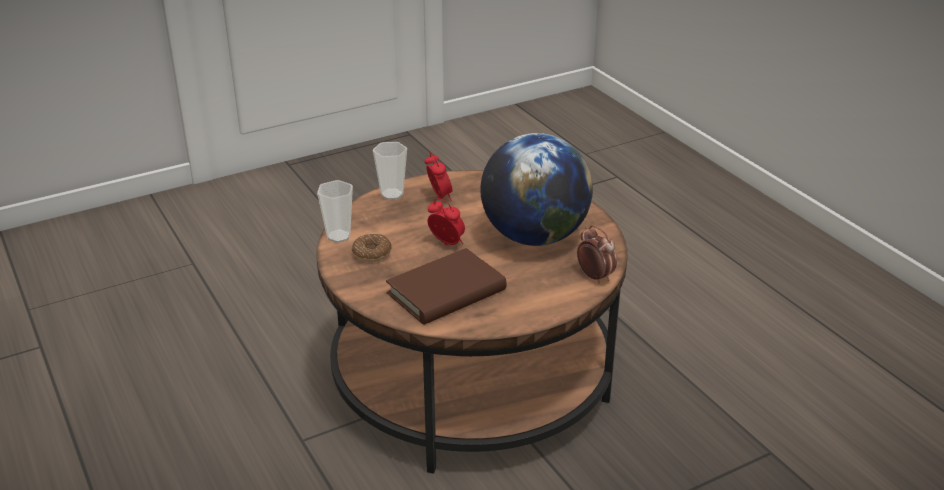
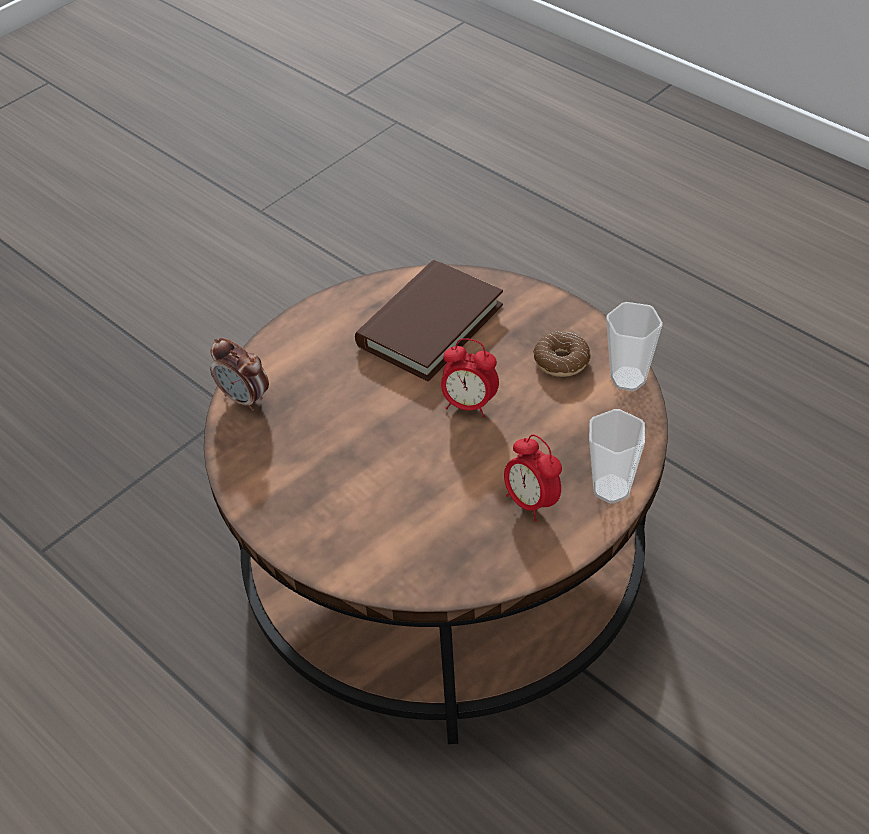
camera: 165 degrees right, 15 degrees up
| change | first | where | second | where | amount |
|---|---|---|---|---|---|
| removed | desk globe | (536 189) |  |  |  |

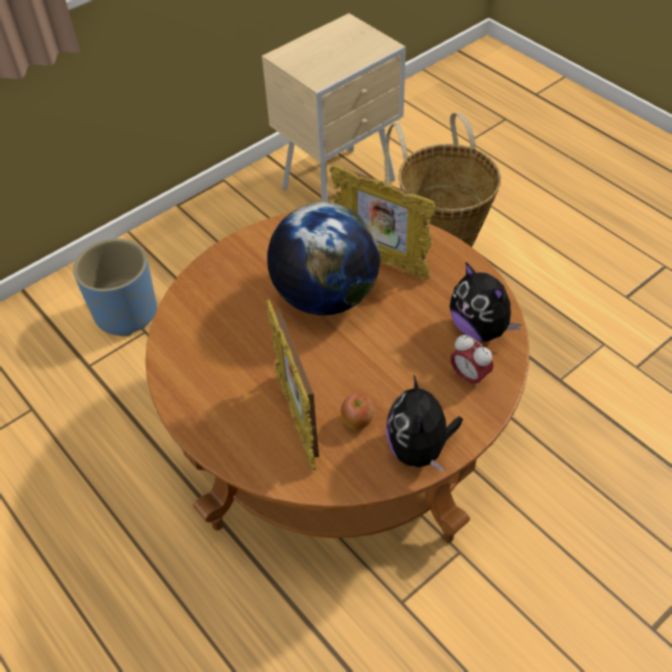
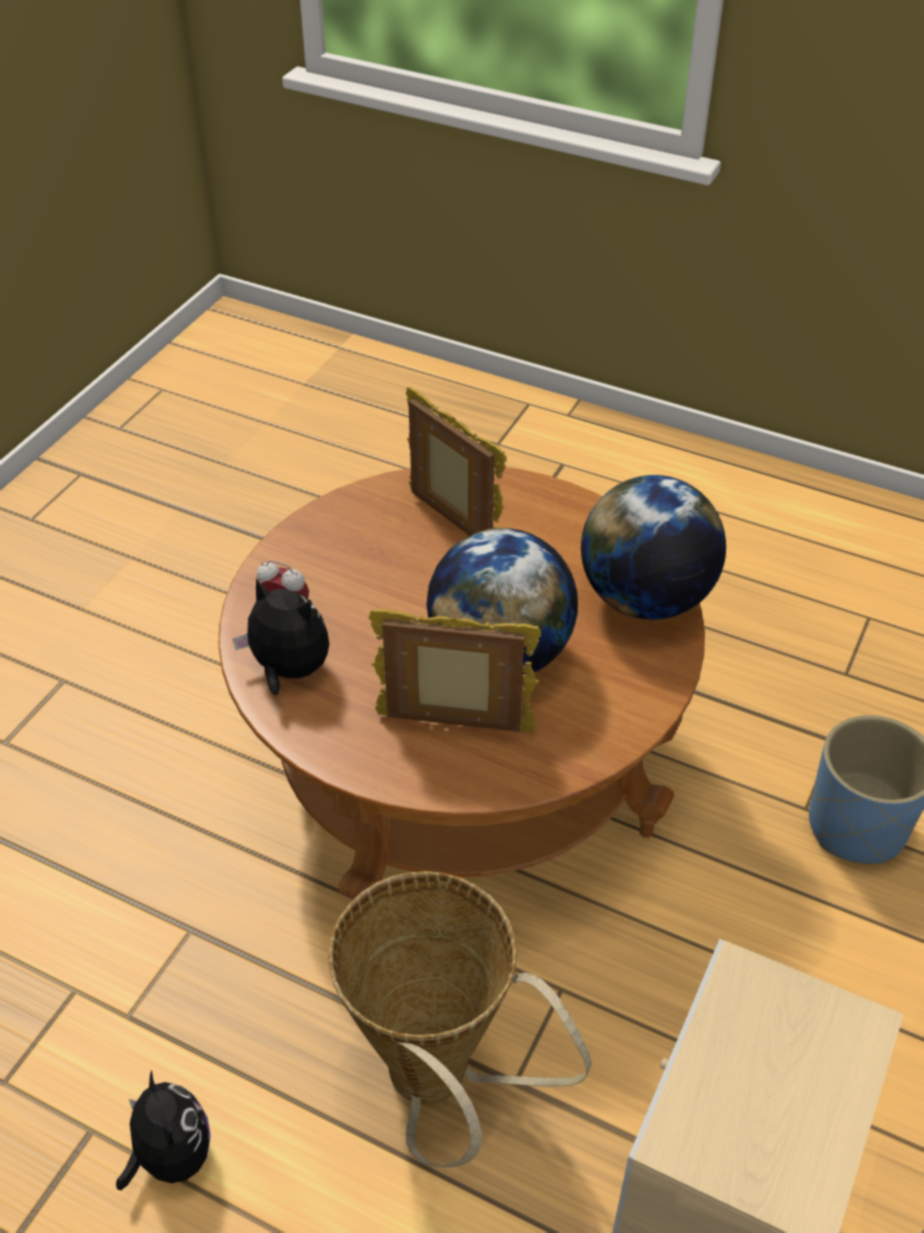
camera: 155 degrees right, 5 degrees down
| change | first | where | second | where | amount |
|---|---|---|---|---|---|
| moved | plush toy | (424 423) |  | (163 1130) |  |
| removed | apple | (357 412) |  |  |  |
| added |  |  | desk globe | (653 547) |  |

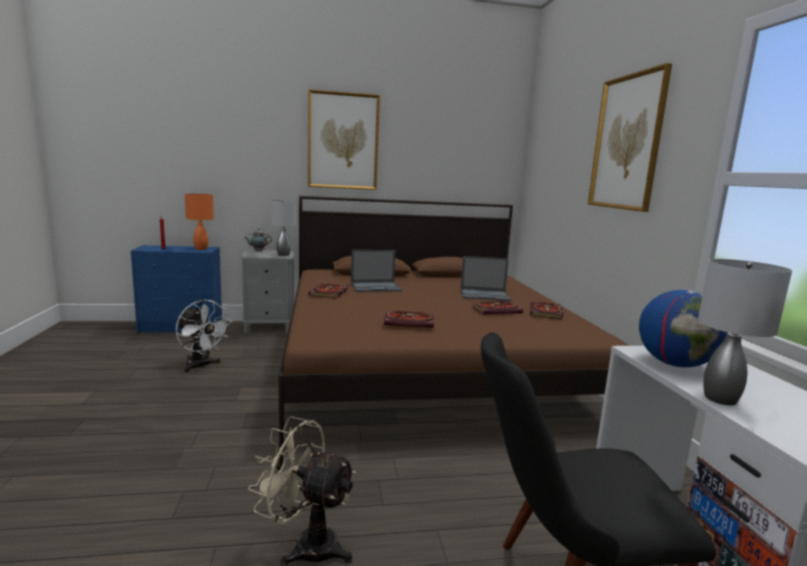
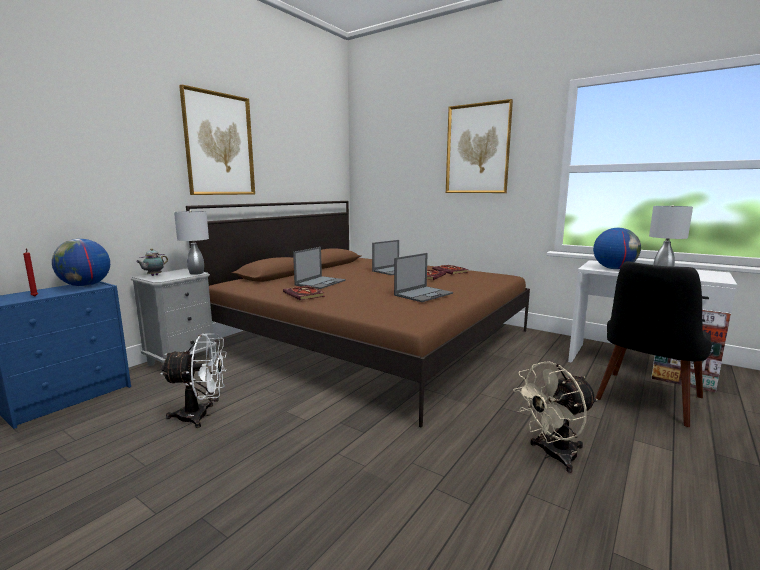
camera: 45 degrees left, 0 degrees up
| change | first | where | second | where | amount |
|---|---|---|---|---|---|
| replaced | orange lamp for a table | (199 222) | desk globe | (81 263) |  |
| replaced | volume | (409 319) | laptop | (423 277) |  |

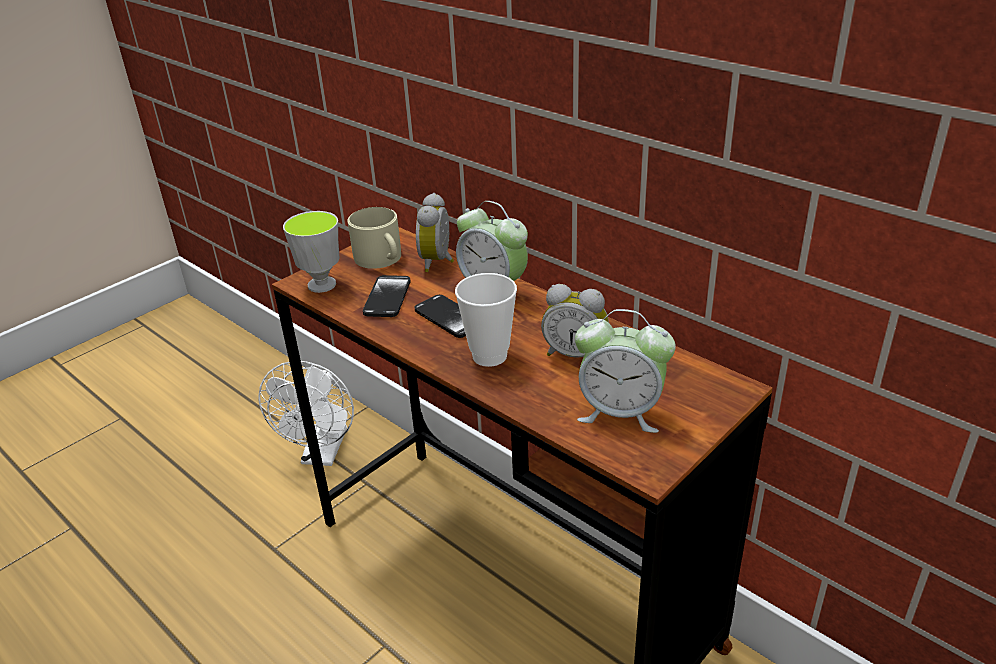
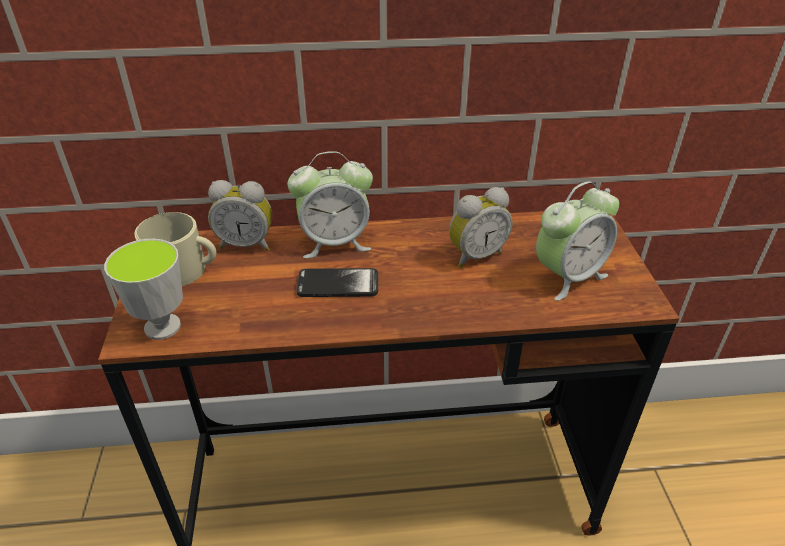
camera: 50 degrees left, 5 degrees up
| change | first | where | second | where | amount |
|---|---|---|---|---|---|
| turned | alarm clock | (435 232) |  | (240 215) | 45 degrees counterclockwise |
| removed | drinking cup | (486 320) |  |  |  |
| removed | telephone | (387 296) |  |  |  |
| removed | whitish fan | (306 413) |  |  |  |

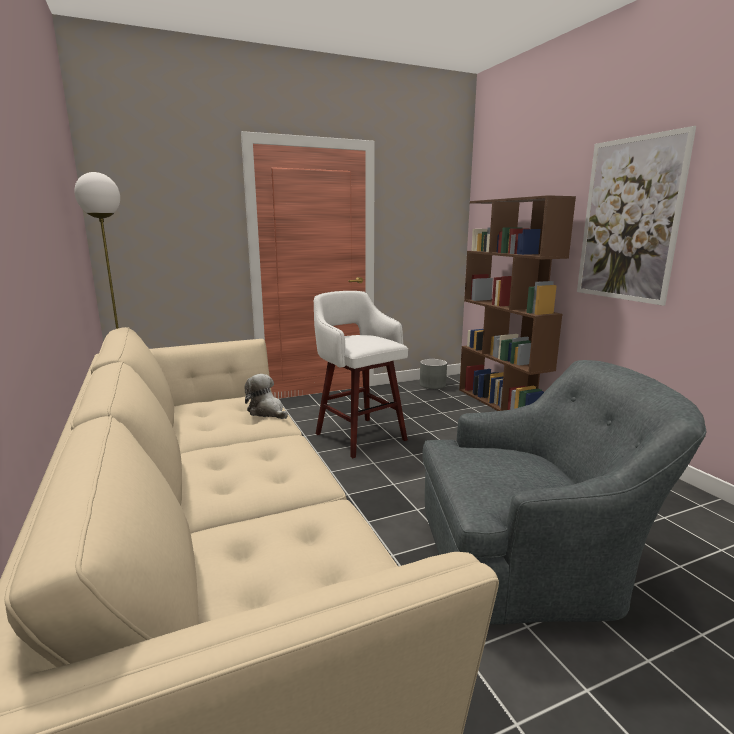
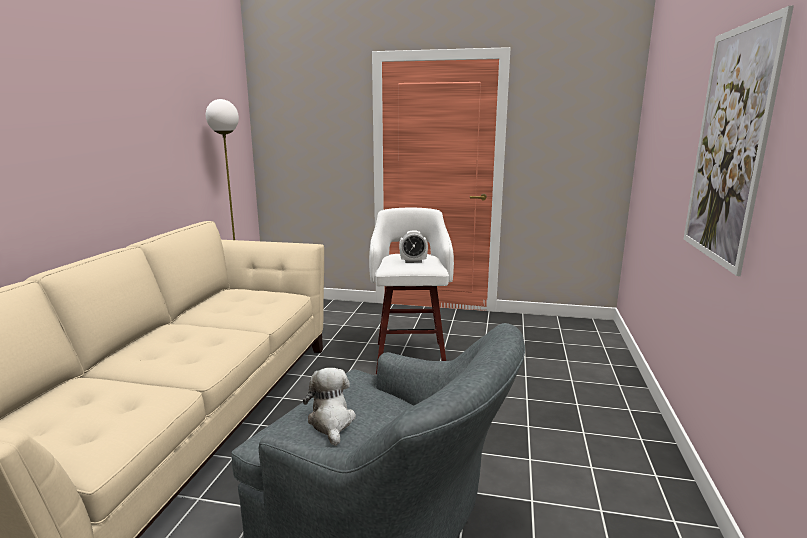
camera: 35 degrees right, 0 degrees up
| change | first | where | second | where | amount |
|---|---|---|---|---|---|
| removed | brownish shelving unit | (517 303) |  |  |  |
| removed | gray plant pot | (433 374) |  |  |  |
| moved | plush toy | (266 396) |  | (329 407) |  |
| added |  |  | alarm clock | (413 246) |  |

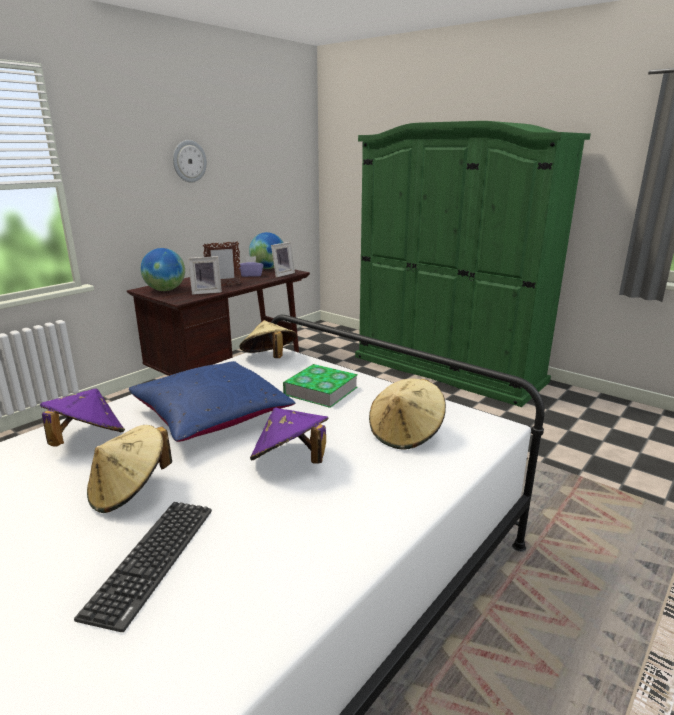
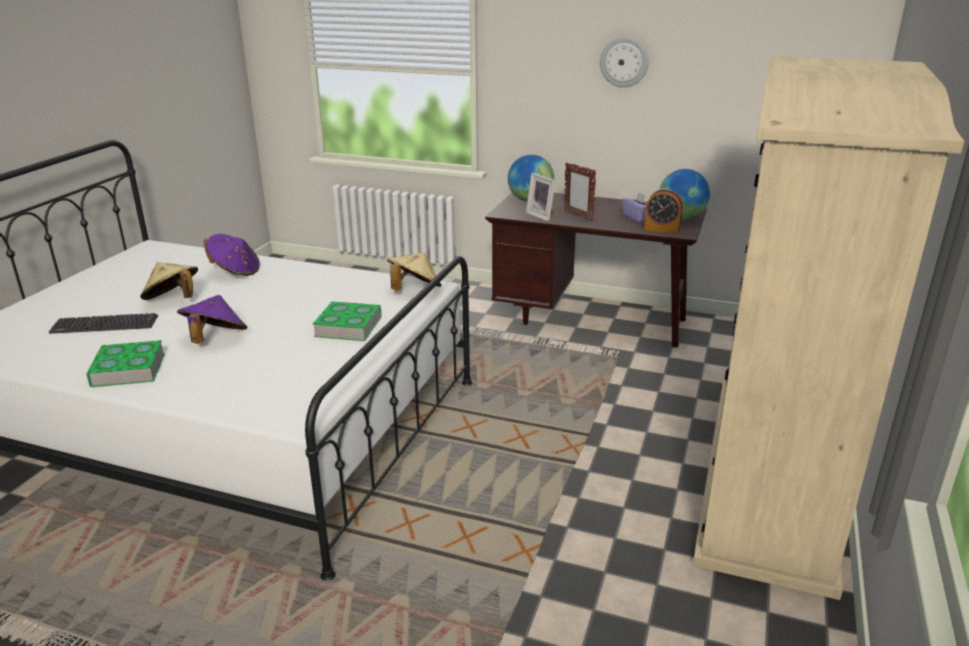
camera: 70 degrees right, 5 degrees up
| change | first | where | second | where | amount |
|---|---|---|---|---|---|
| recoloured | greenish armoire | (473 264) | sand-coloured armoire | (828 328) |  |
| replaced | standing frame | (283 259) | alarm clock | (663 211) |  |
| removed | blue cushion | (212 401) |  |  |  |
| removed | sand-coloured hat | (407 414) |  |  |  |
| added |  |  | volume | (125 363) |  |

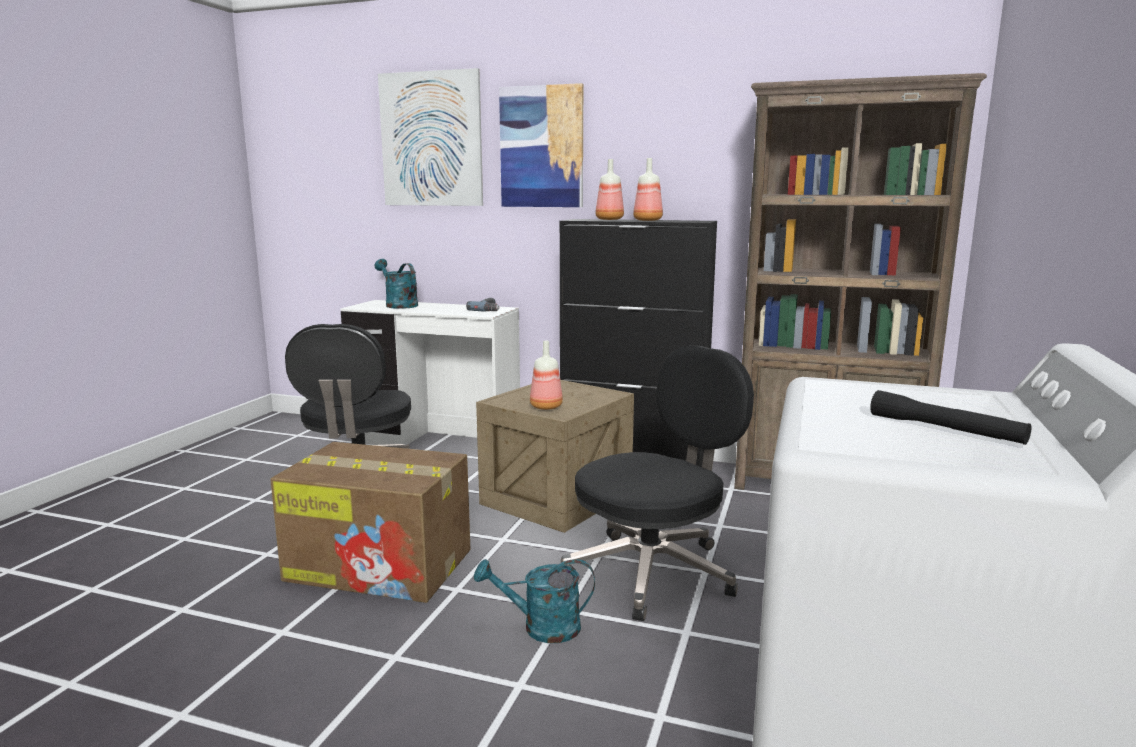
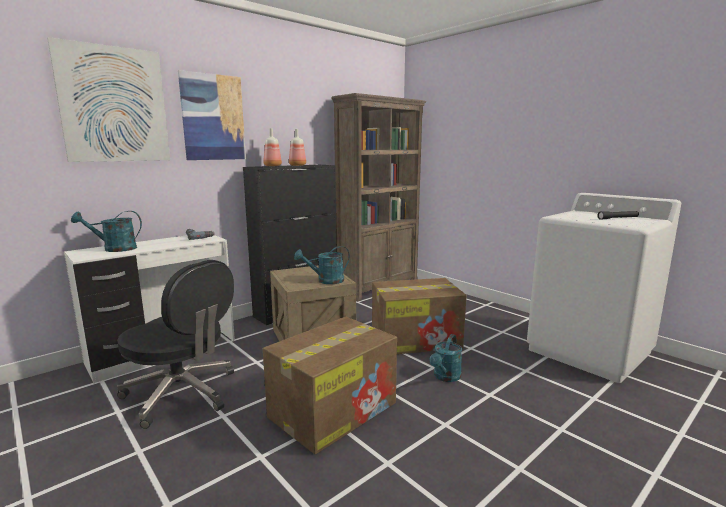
camera: 60 degrees left, 0 degrees up
| change | first | where | second | where | amount |
|---|---|---|---|---|---|
| replaced | bottle | (546 375) | turquoise sprinkling can | (322 265) |  |
| replaced | blackish office chair | (657 483) | cardboard box | (419 316) |  |

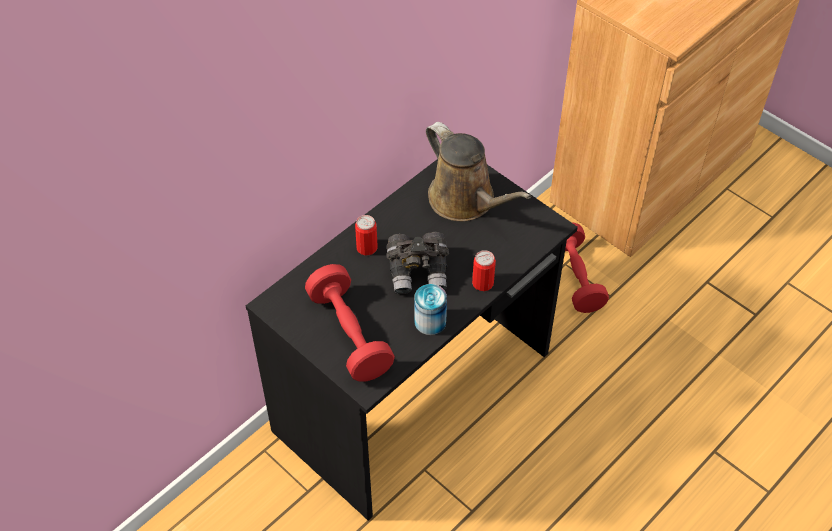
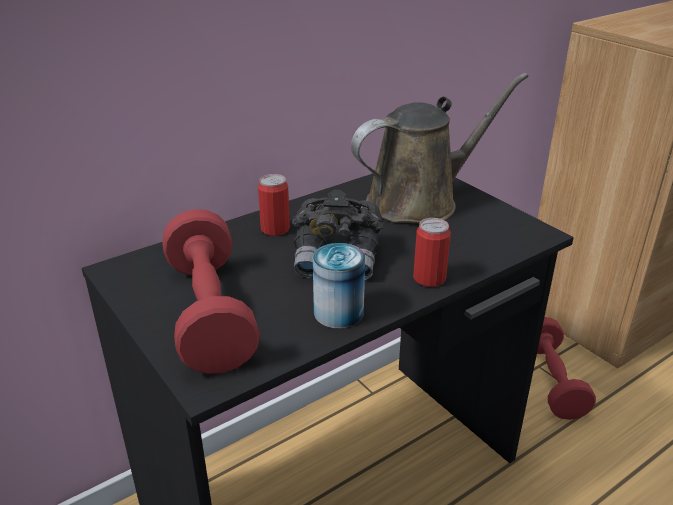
camera: 10 degrees right, 20 degrees down
| change | first | where | second | where | amount |
|---|---|---|---|---|---|
| turned | brownish sprinkling can | (478 171) |  | (439 148) | 90 degrees counterclockwise |

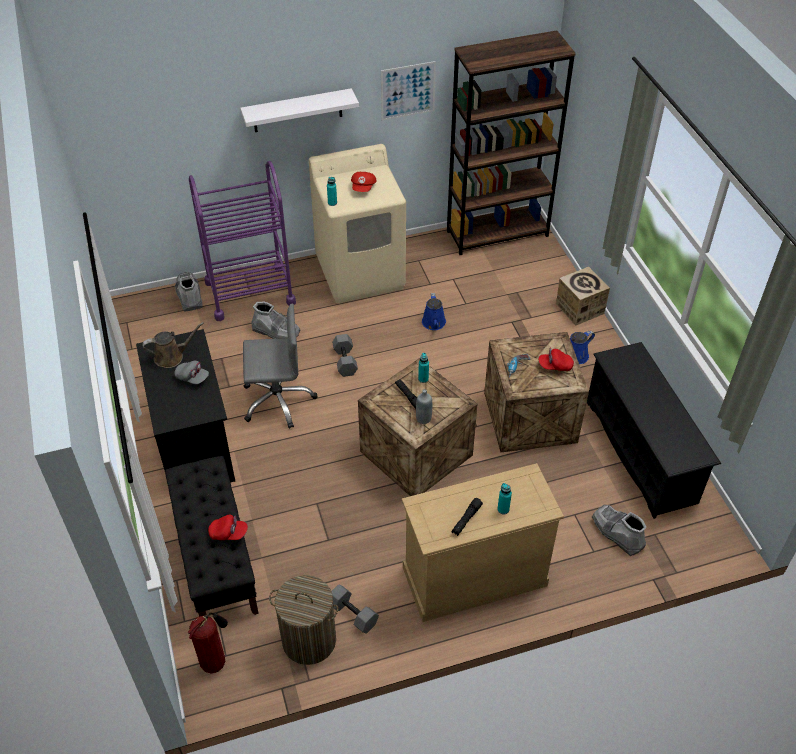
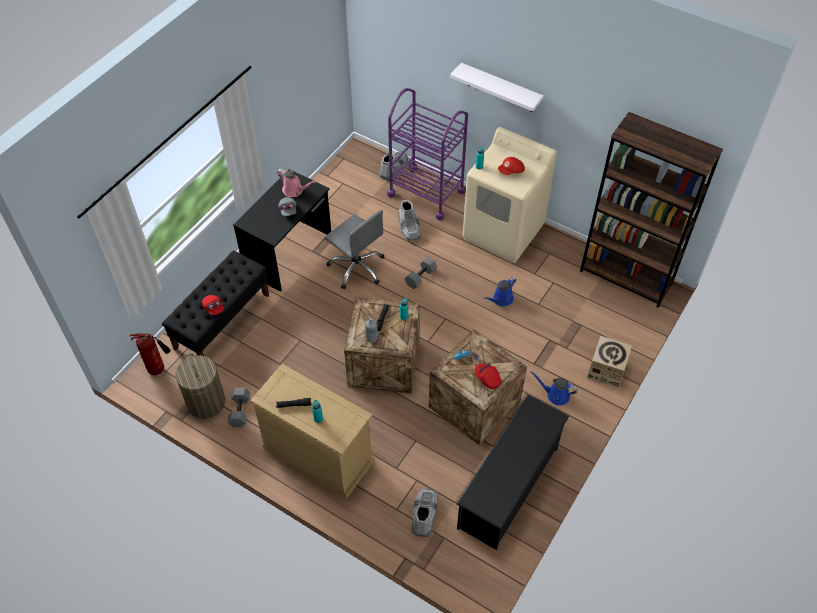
camera: 50 degrees right, 5 degrees up
| change | first | where | second | where | amount |
|---|---|---|---|---|---|
| removed | picture | (408 90) |  |  |  |
| recoloured | brownish sprinkling can | (173 345) | pinkish sprinkling can | (296 183) |  |

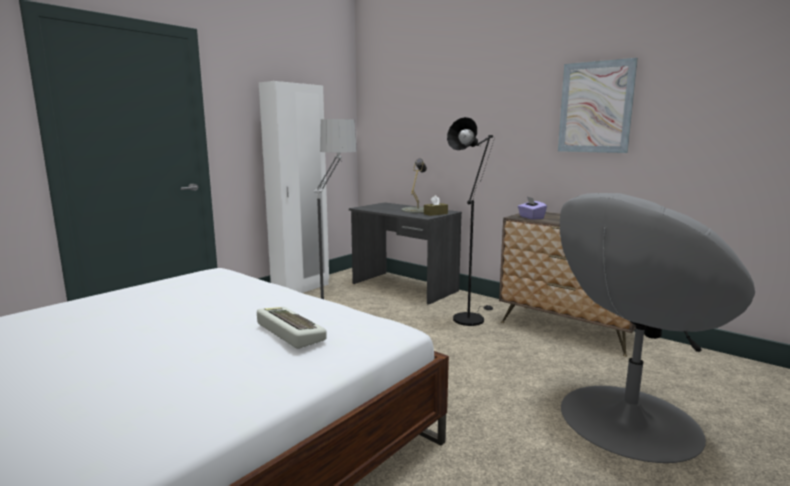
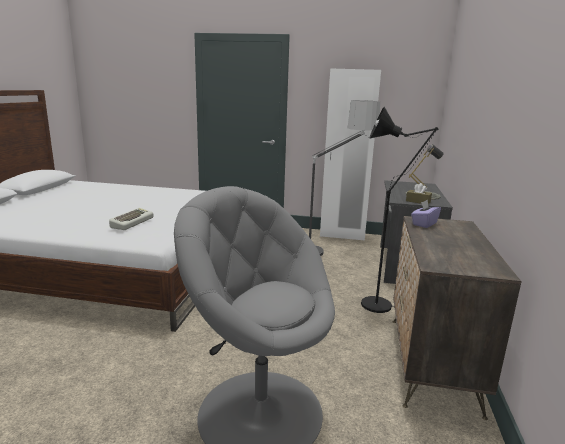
camera: 60 degrees right, 5 degrees up
| change | first | where | second | where | amount |
|---|---|---|---|---|---|
| removed | picture | (598 105) |  |  |  |

